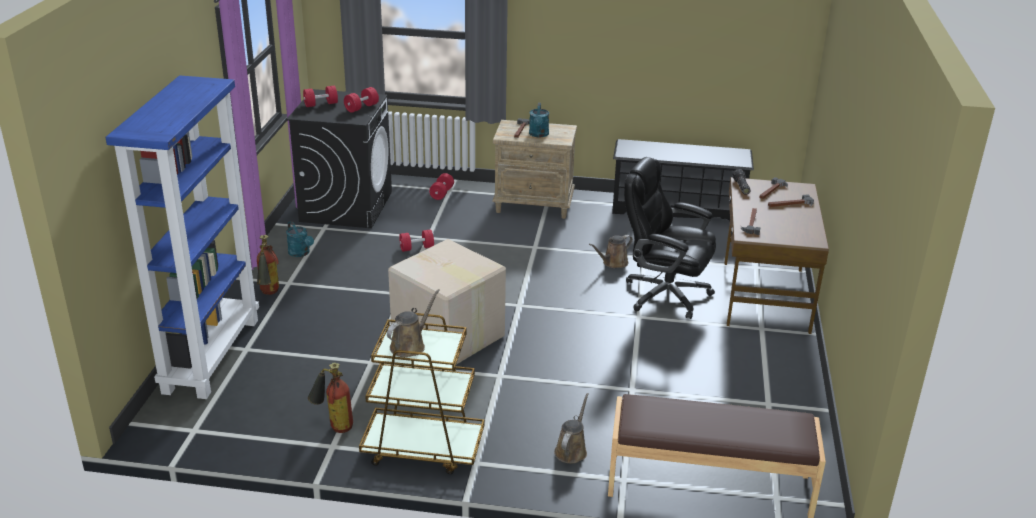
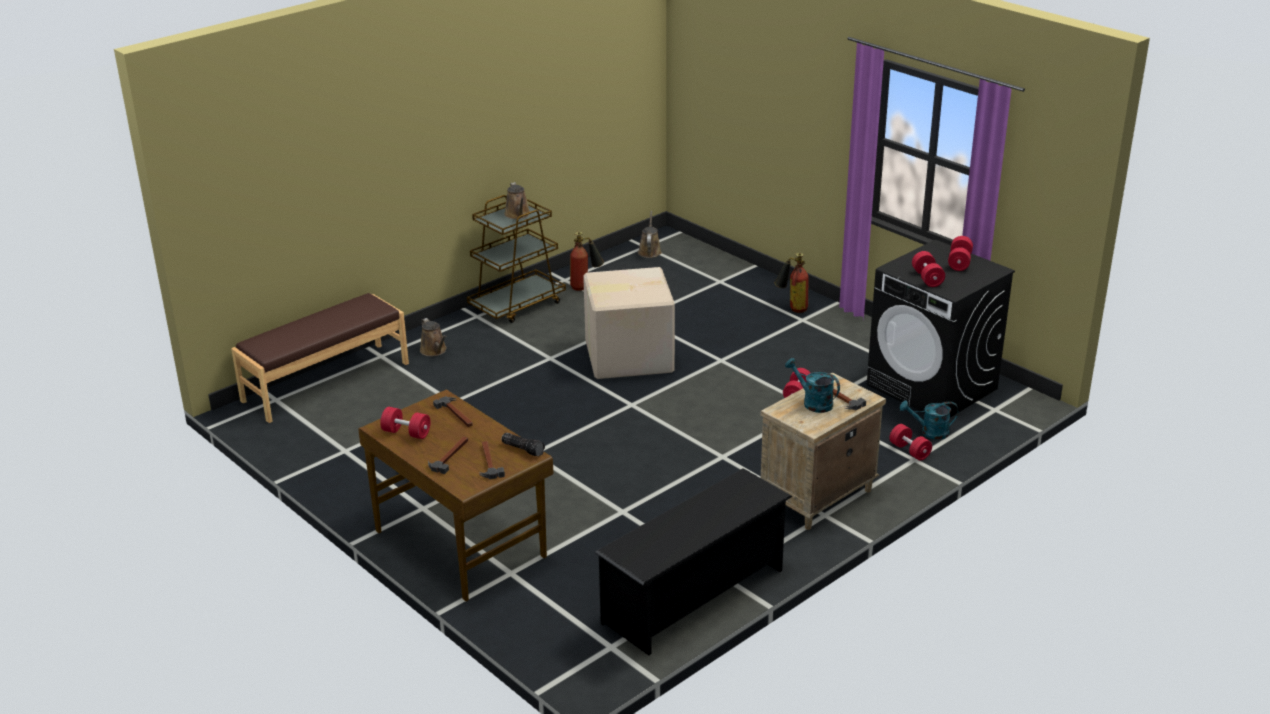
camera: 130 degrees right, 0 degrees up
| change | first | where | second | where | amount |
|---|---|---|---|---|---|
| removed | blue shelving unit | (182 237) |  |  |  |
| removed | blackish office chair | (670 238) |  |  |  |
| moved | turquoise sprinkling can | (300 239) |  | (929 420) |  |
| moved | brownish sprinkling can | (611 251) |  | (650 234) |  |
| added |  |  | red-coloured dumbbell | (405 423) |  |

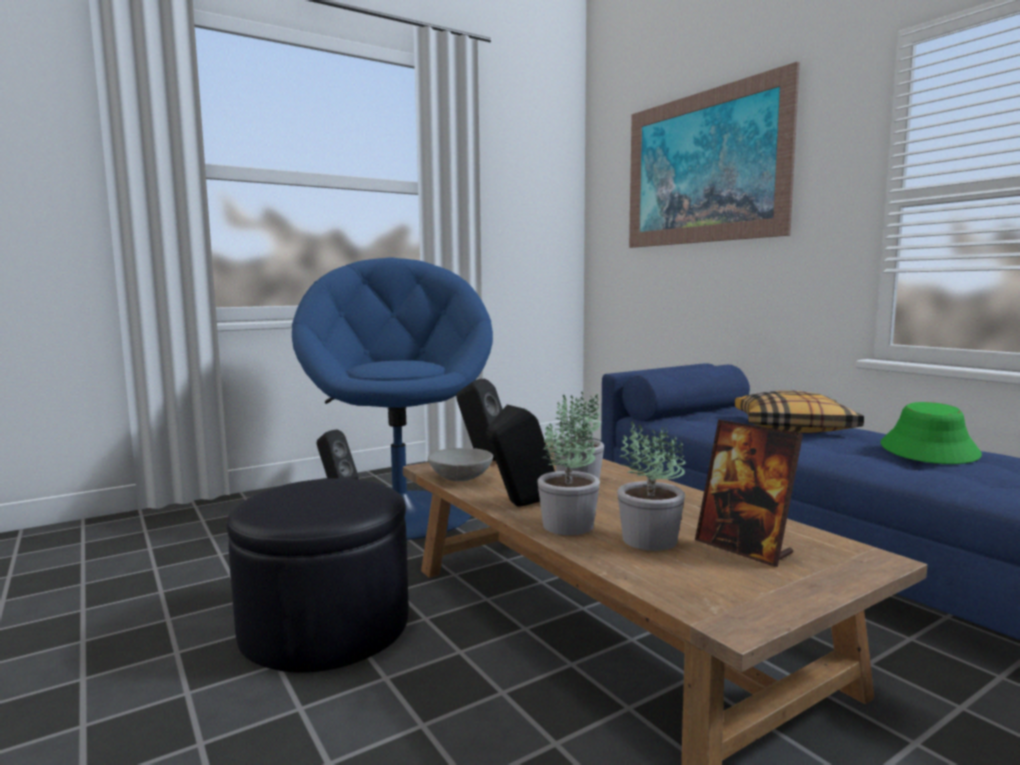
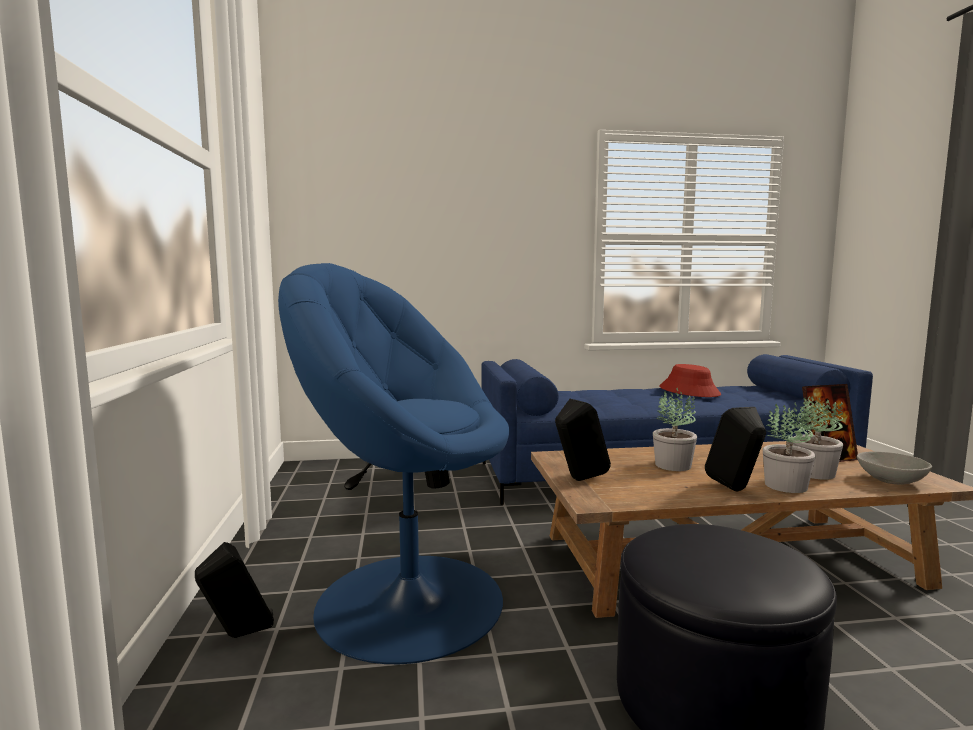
camera: 65 degrees left, 0 degrees up
| change | first | where | second | where | amount |
|---|---|---|---|---|---|
| removed | picture | (714 155) |  |  |  |
| removed | cushion | (799 411) |  |  |  |
| recoloured | greenish hat | (931 433) | red-coloured hat | (690 380) |  |
| moved | gray deep dish | (460 464) |  | (894 468) |  |

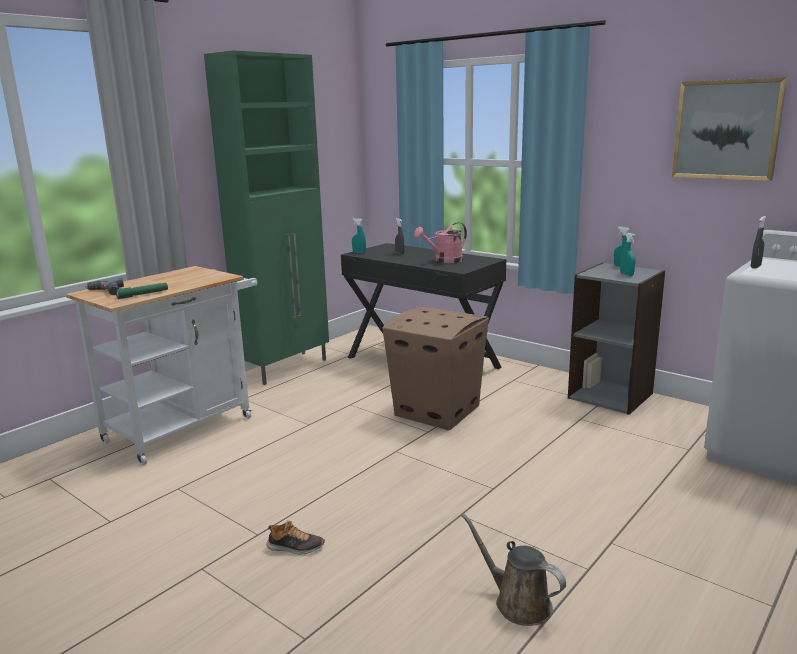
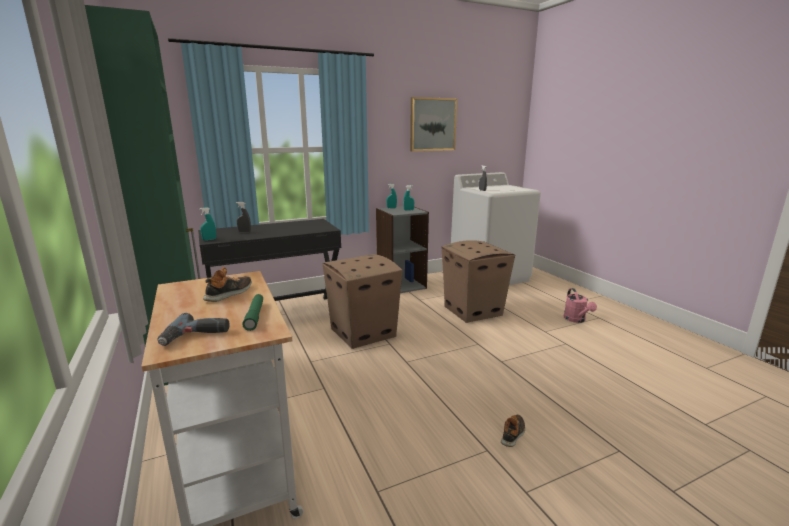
camera: 65 degrees left, 0 degrees up
| change | first | where | second | where | amount |
|---|---|---|---|---|---|
| moved | pinkish sprinkling can | (440 242) |  | (580 305) |  |
| removed | brownish sprinkling can | (513 569) |  |  |  |
| added |  |  | cardboard box | (478 281) |  |
| added |  |  | item of footwear | (227 284) |  |

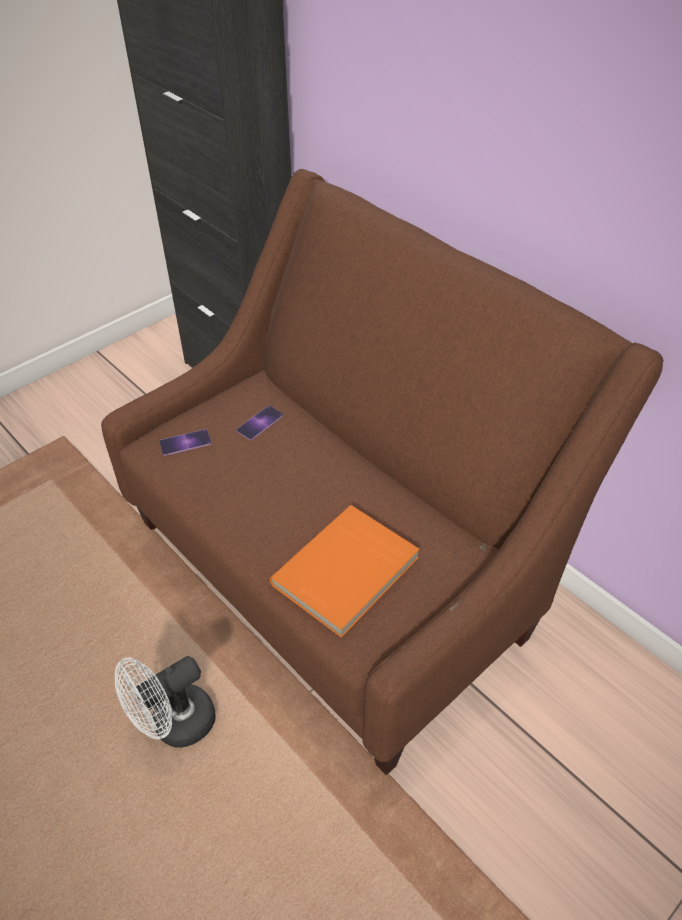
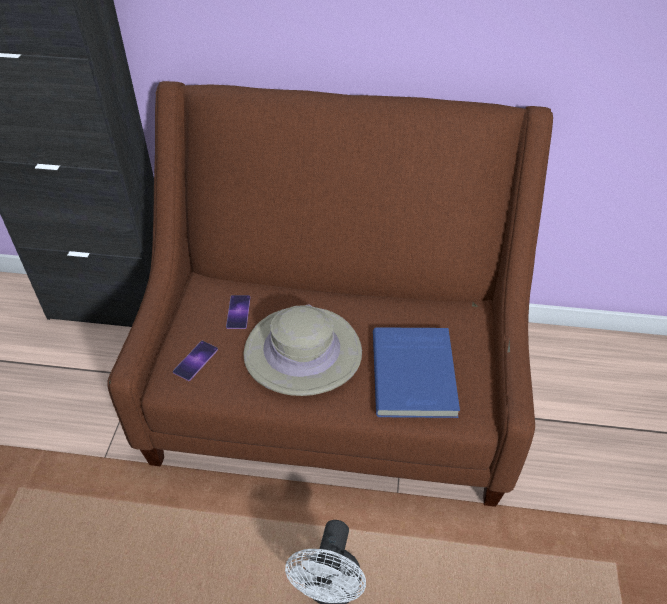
camera: 40 degrees left, 0 degrees up
| change | first | where | second | where | amount |
|---|---|---|---|---|---|
| recoloured | orange volume | (345 571) | blue volume | (416 372) |  |
| added |  |  | sand-coloured hat | (302 350) |  |

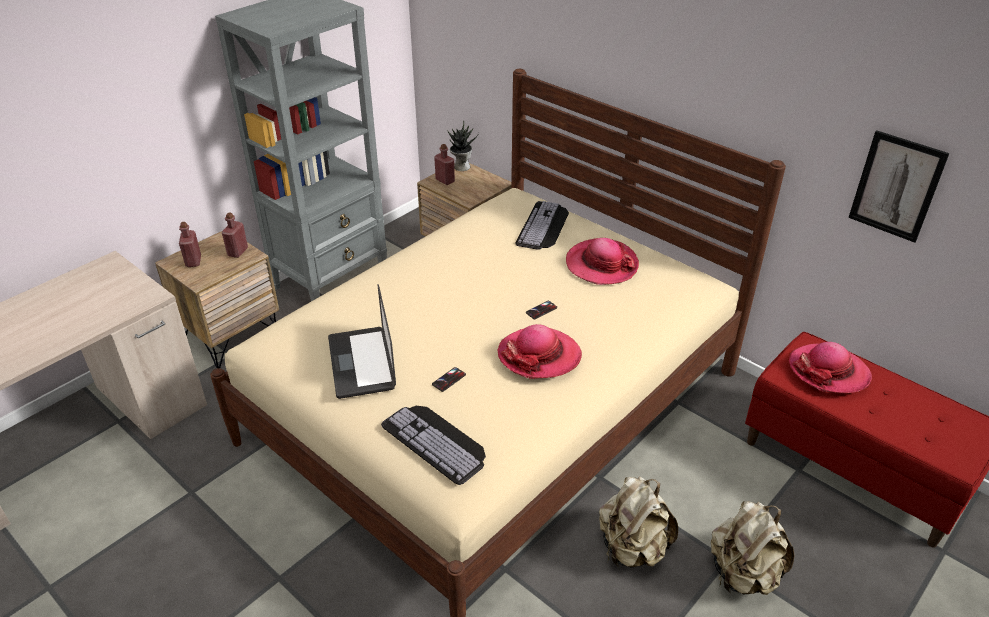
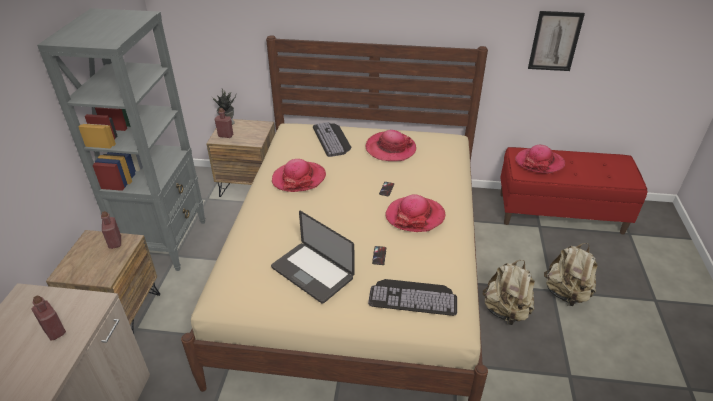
camera: 35 degrees left, 0 degrees up
| change | first | where | second | where | amount |
|---|---|---|---|---|---|
| moved | red-coloured bottle | (190 244) |  | (48 318) |  |
| added |  |  | hat | (299 175) |  |

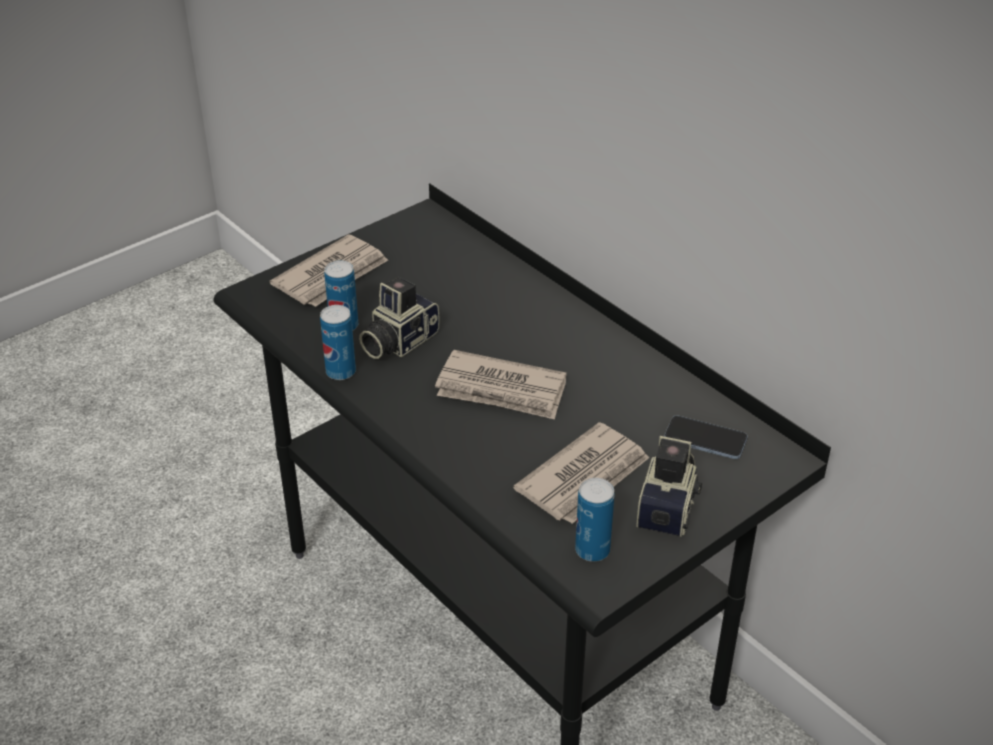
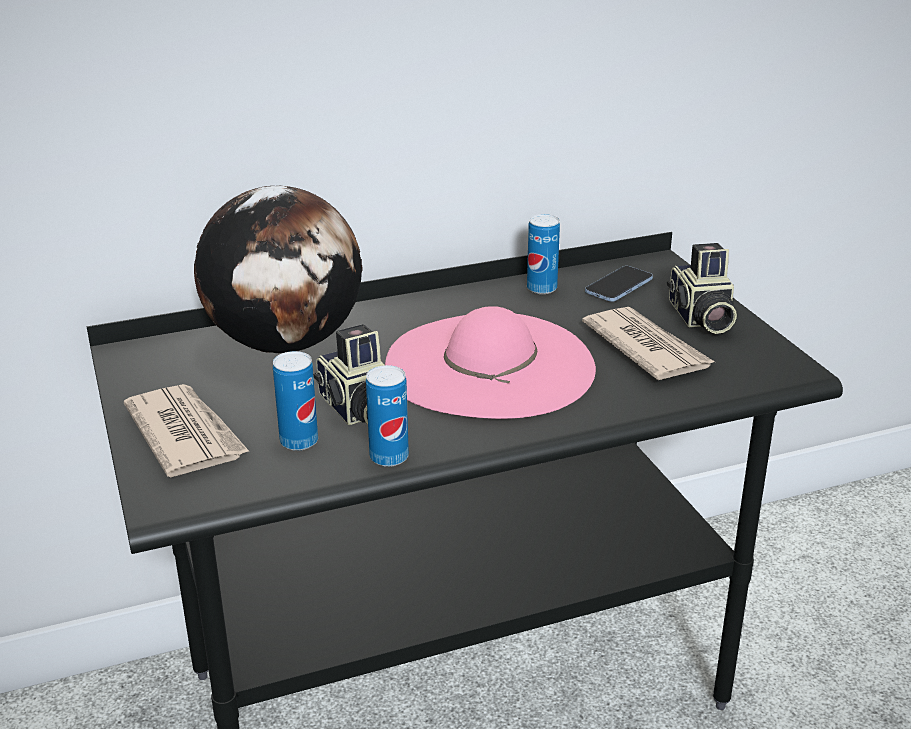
camera: 70 degrees left, 10 degrees down
| change | first | where | second | where | amount |
|---|---|---|---|---|---|
| replaced | newspaper | (501 385) | pinkish hat | (490 362) |  |
| turned | still camera | (669 486) |  | (702 288) | 135 degrees counterclockwise |
| moved | sealed can | (595 520) |  | (543 254) |  |
| added |  |  | desk globe | (278 269) |  |

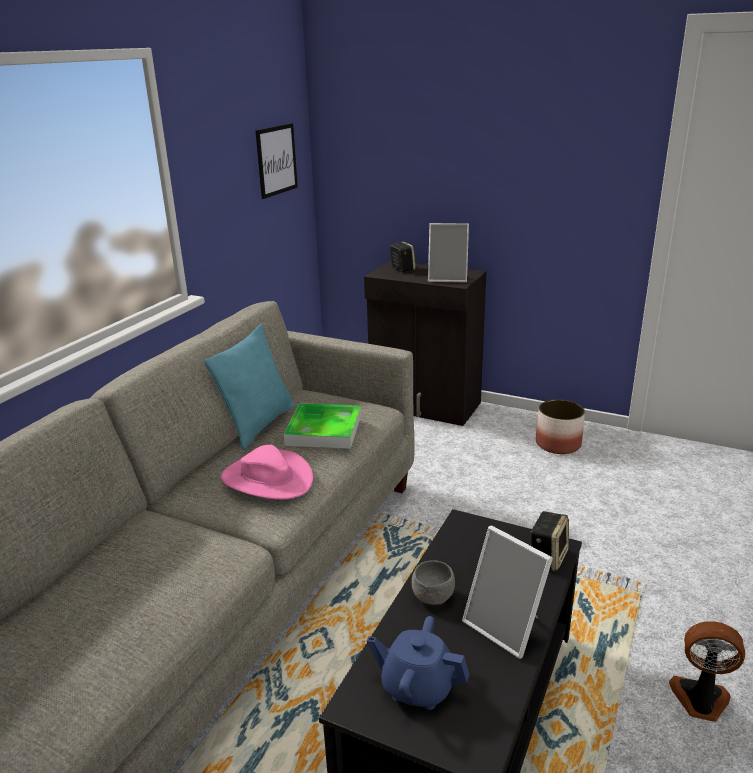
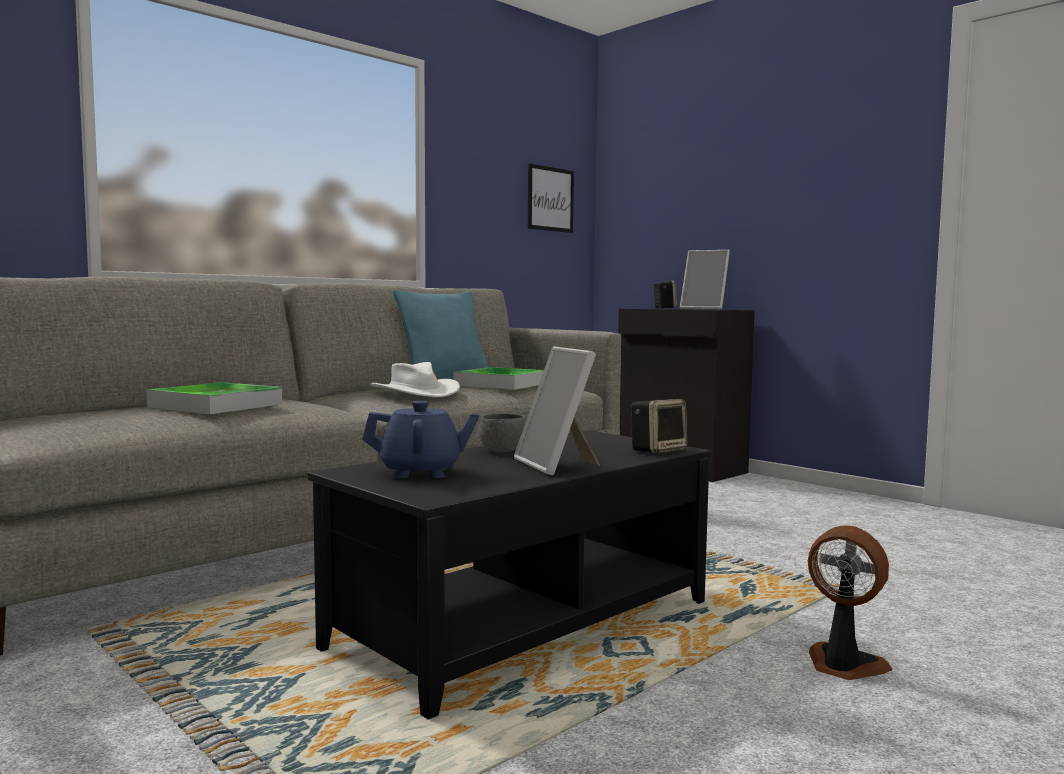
camera: 20 degrees right, 20 degrees down
| change | first | where | second | where | amount |
|---|---|---|---|---|---|
| removed | plant pot | (560 426) |  |  |  |
| recoloured | pinkish hat | (267 472) | whitish hat | (415 379) |  |
| turned | blue teapot | (418 663) |  | (420 439) | 135 degrees clockwise |
| added |  |  | tray | (214 398) |  |

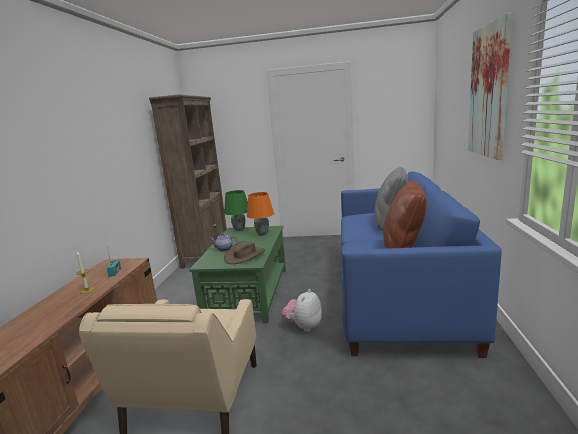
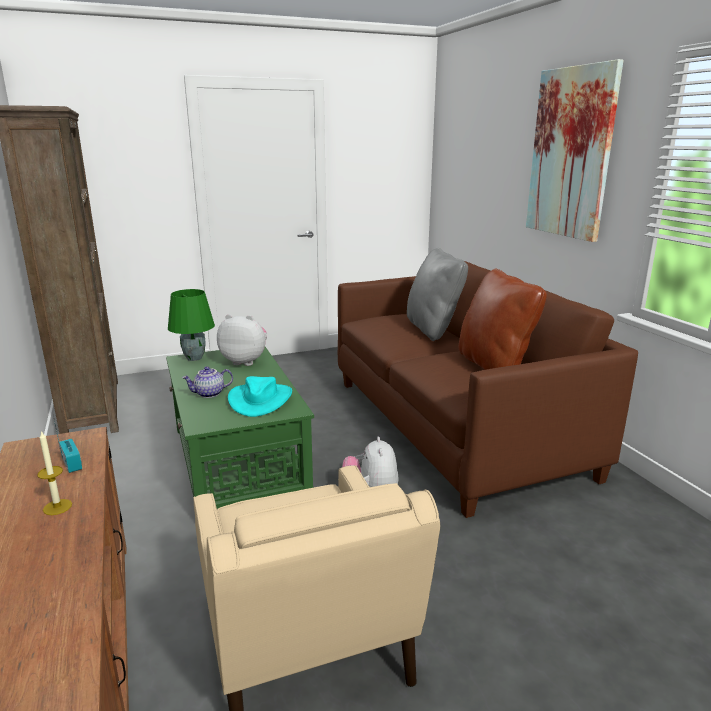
camera: 30 degrees left, 5 degrees up
| change | first | where | second | where | amount |
|---|---|---|---|---|---|
| recoloured | blue sofa | (421 264) | brownish sofa | (488 389) |  |
| replaced | orange lamp for a table | (260 214) | plush toy | (242 340) |  |
| recoloured | brownish hat | (244 252) | turquoise hat | (260 396) |  |

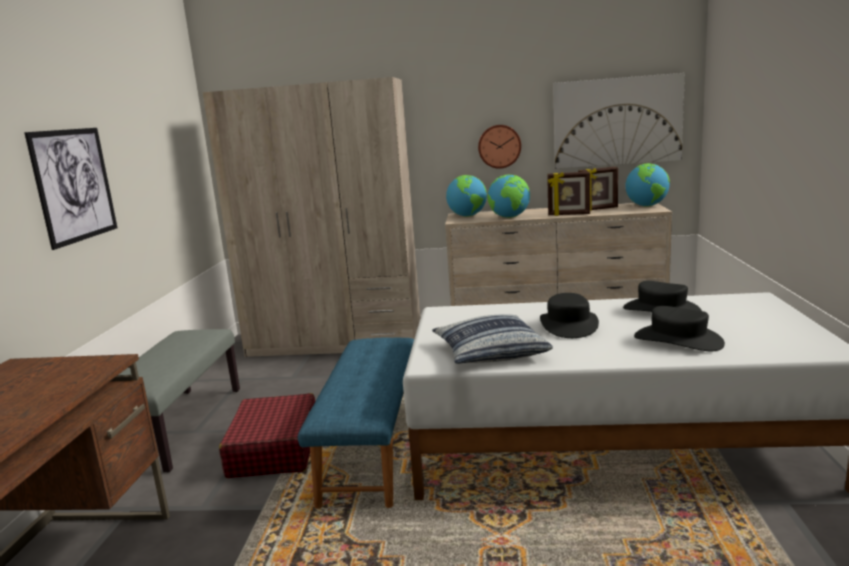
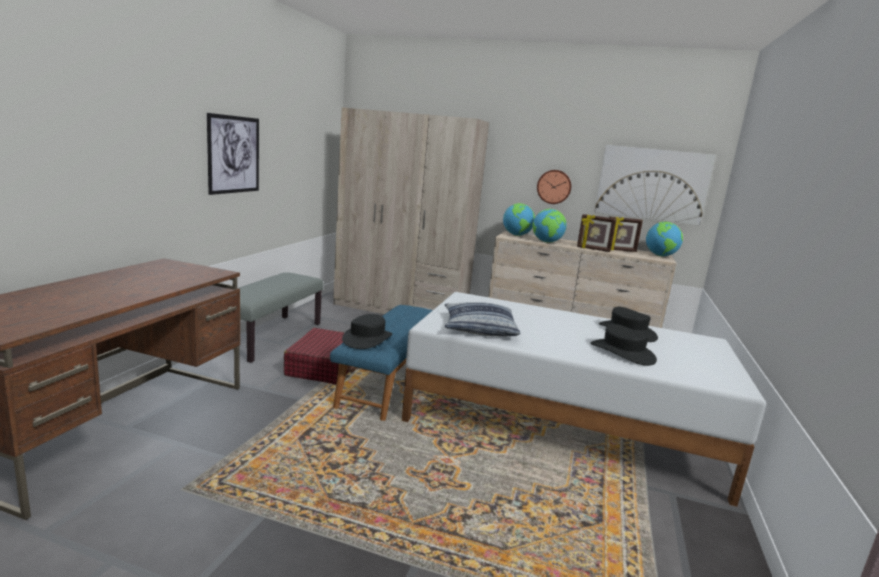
camera: 10 degrees right, 0 degrees up
| change | first | where | second | where | amount |
|---|---|---|---|---|---|
| moved | blackish hat | (569 315) |  | (367 331) |  |

